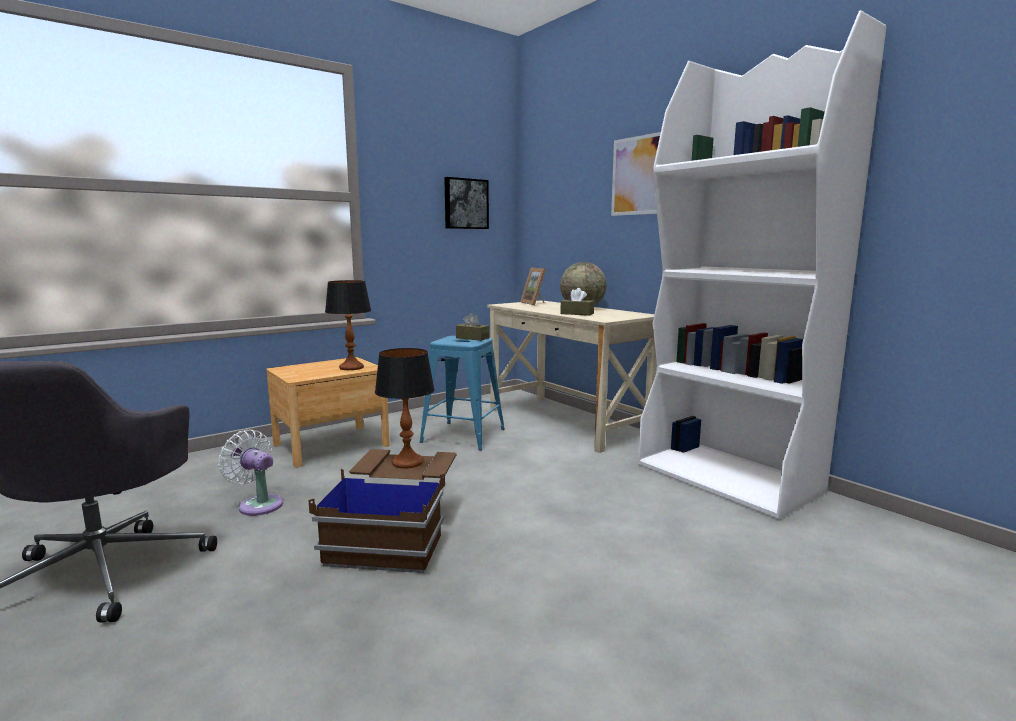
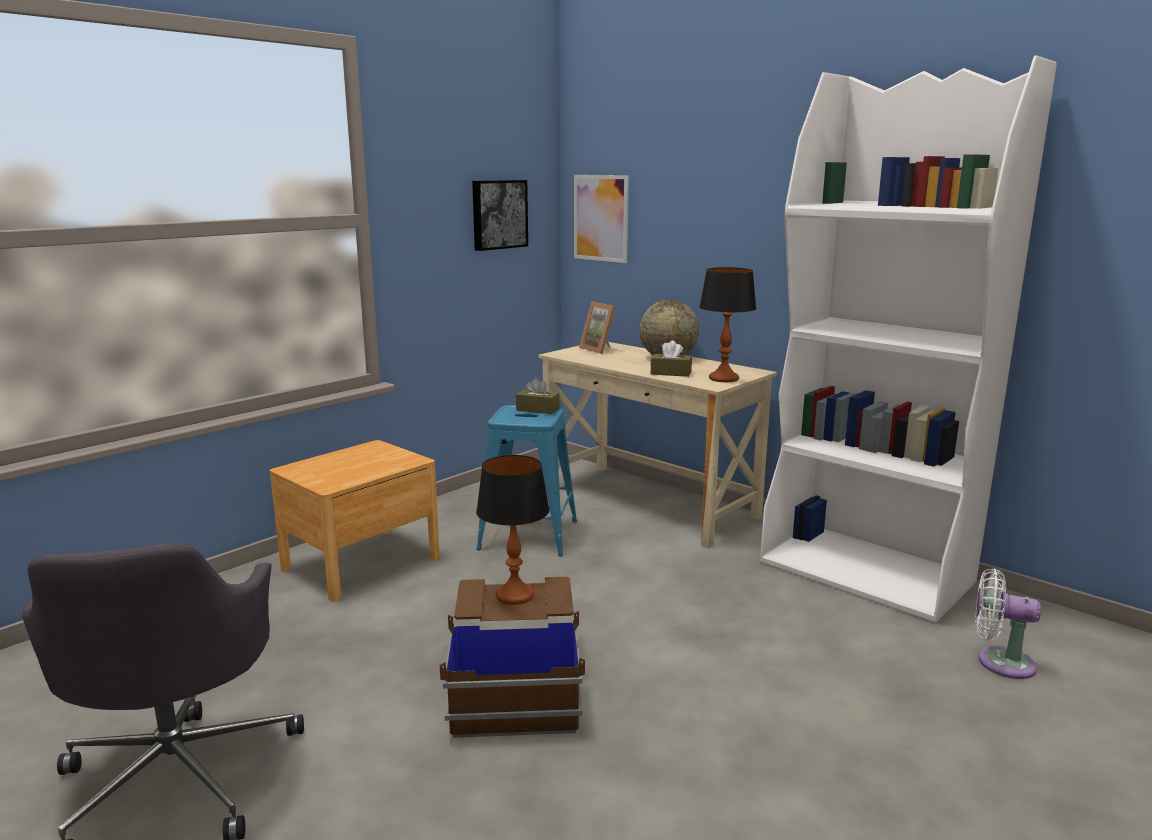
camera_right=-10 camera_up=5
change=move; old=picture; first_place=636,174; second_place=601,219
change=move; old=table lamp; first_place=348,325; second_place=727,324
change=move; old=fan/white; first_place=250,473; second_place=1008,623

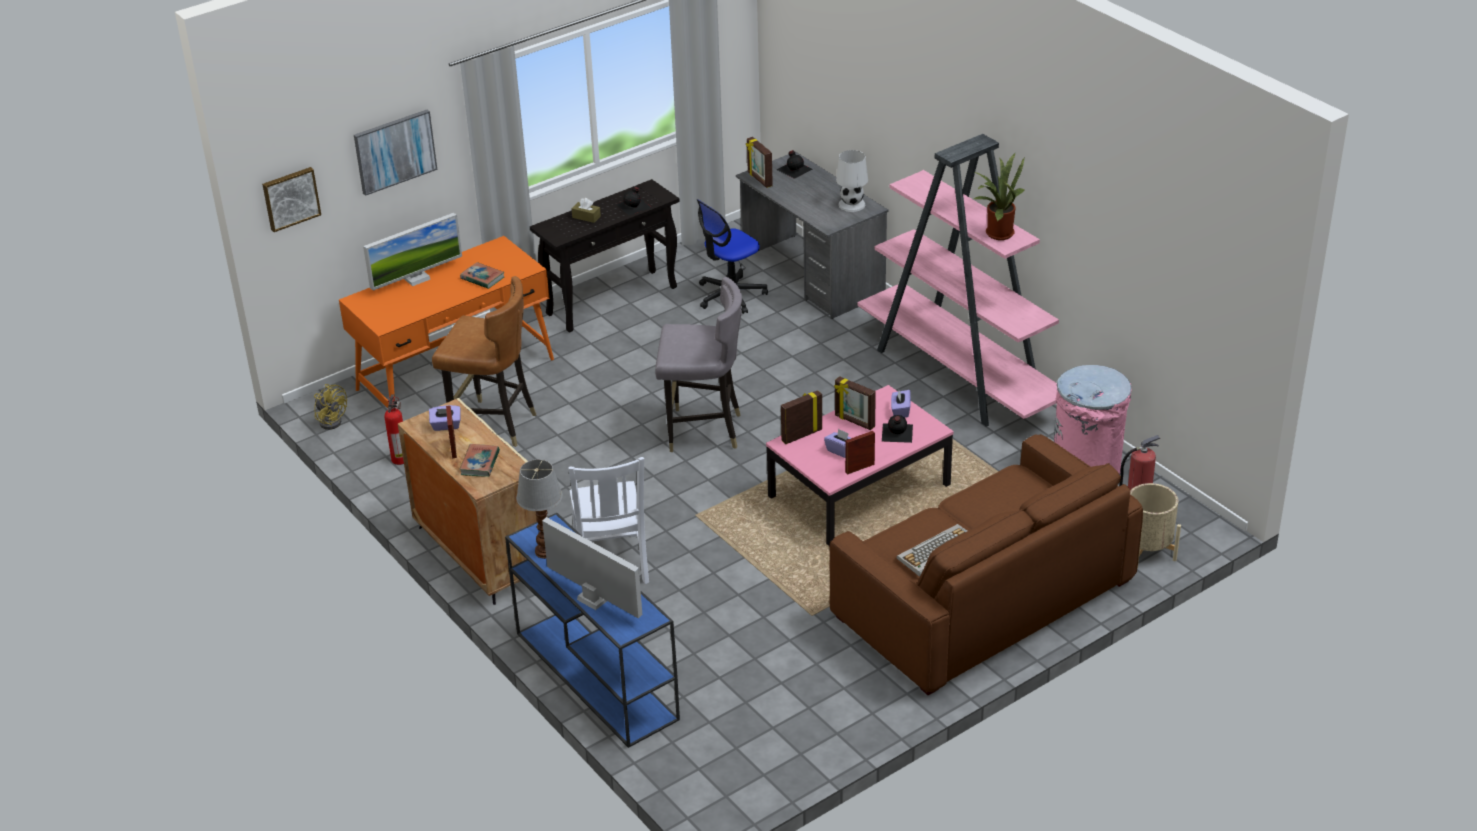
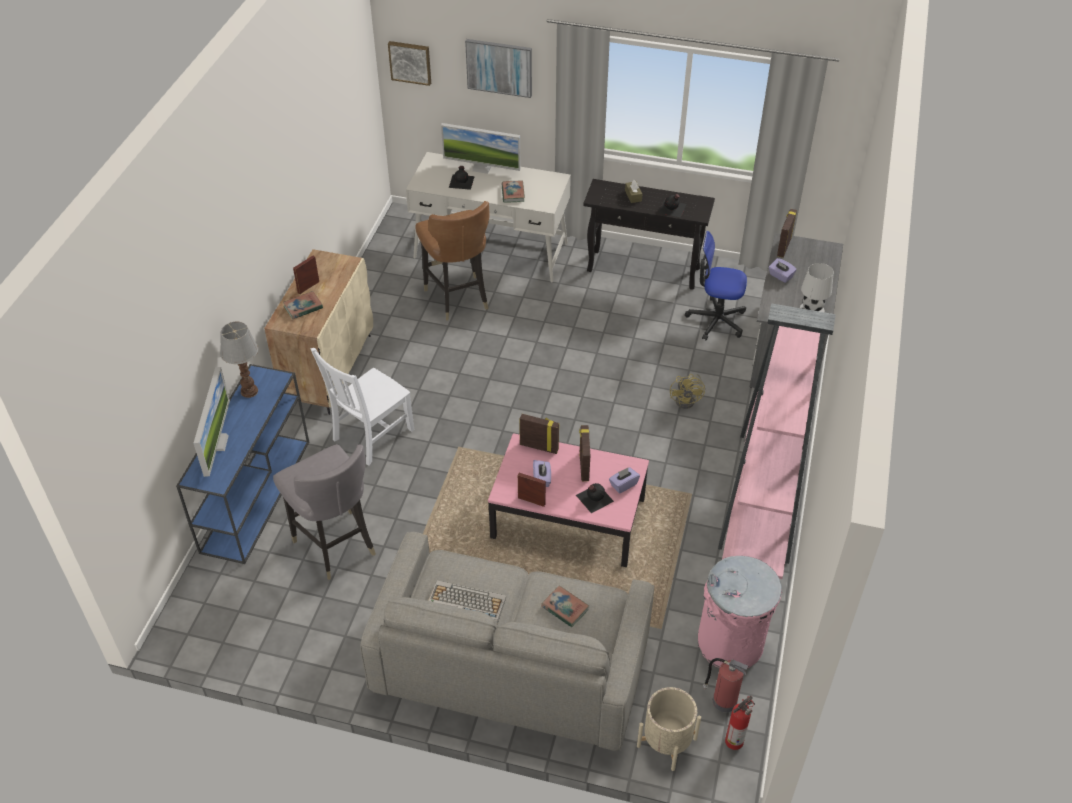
camera_right=50 camera_up=10
change=move; old=chair/grey; first_place=698,364; second_place=324,512
change=recolor; old=sofa/brown; new=sofa/grey; first_place=986,564; second_place=507,641
change=recolor; old=desk/orange; new=desk/white; first_place=446,322; second_place=488,217
change=move; old=bottle/black; first_place=794,164; second_place=462,178
change=insert; new=book; second_place=565,606
change=move; old=fan/yellow; first_place=330,407; second_place=687,391
change=move; old=fire extinguisher; first_place=394,429; second_place=740,723
change=move; old=tissue box/purple; first_place=444,418; second_place=783,270
change=delete; old=potted plant; first_place=999,196

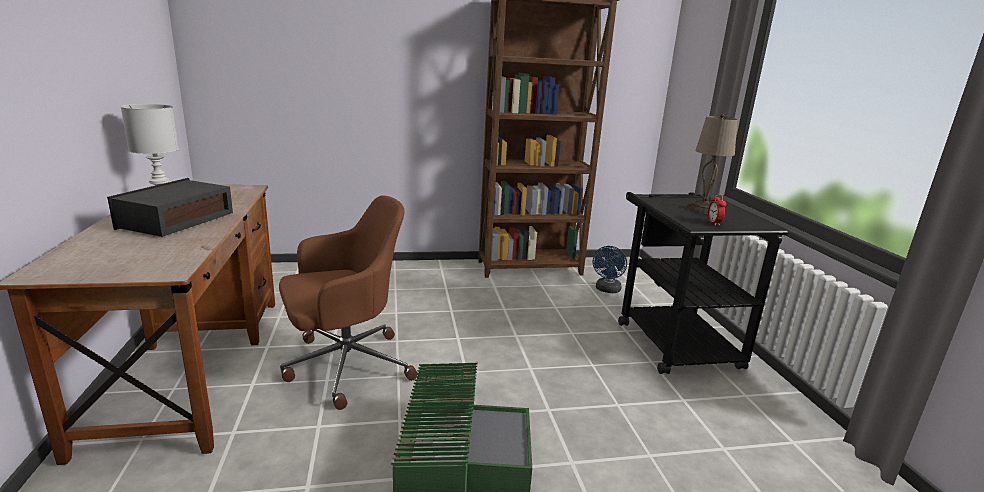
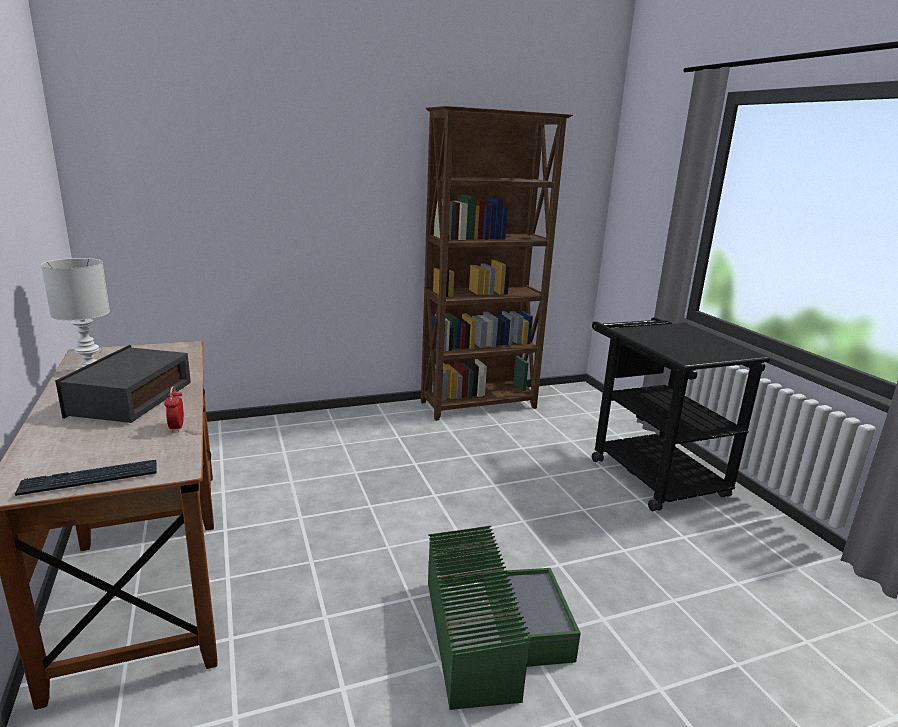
camera_right=-10 camera_up=0
change=insert; new=keyboard; second_place=86,478
change=move; old=alarm clock; first_place=717,209; second_place=174,409
change=delete; old=office chair/brown; first_place=348,302
change=delete; old=fan/blue; first_place=610,269
change=delete; old=table lamp/beige; first_place=711,164

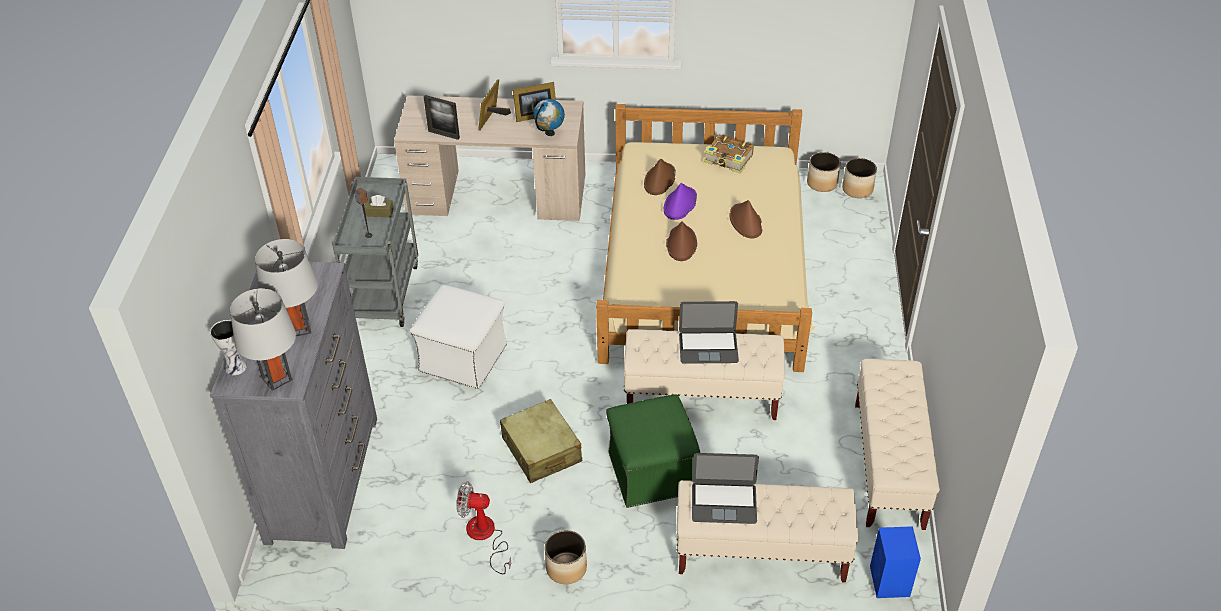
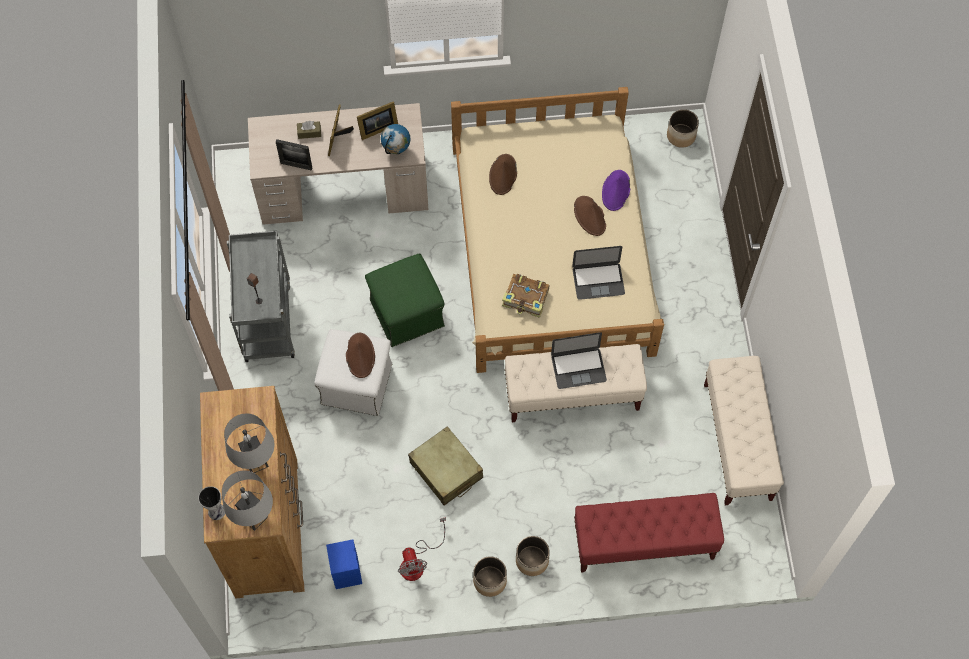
camera_right=-10 camera_up=20
change=recolor; old=dresser/grey; new=dresser/brown; first_place=293,405; second_place=252,492
change=move; old=tissue box/brown; first_place=379,206; second_place=309,130
change=move; old=speaker/blue; first_place=895,562; second_place=344,564
change=move; old=hat/brown; first_place=681,241; second_place=360,355
change=move; old=ottoman/green; first_place=653,451; second_place=405,300
change=rotate; old=fan; first_place=483,527; second_place=422,549; degrees=-105
change=move; old=book; first_place=729,154; second_place=525,296
change=move; old=planter; first_place=824,172; second_place=533,556
change=move; old=laptop; first_place=725,488; second_place=598,273
change=recolor; old=bench/beige; new=bench/red; first_place=767,531; second_place=649,533
change=move; old=hat/purple; first_place=680,201; second_place=616,190

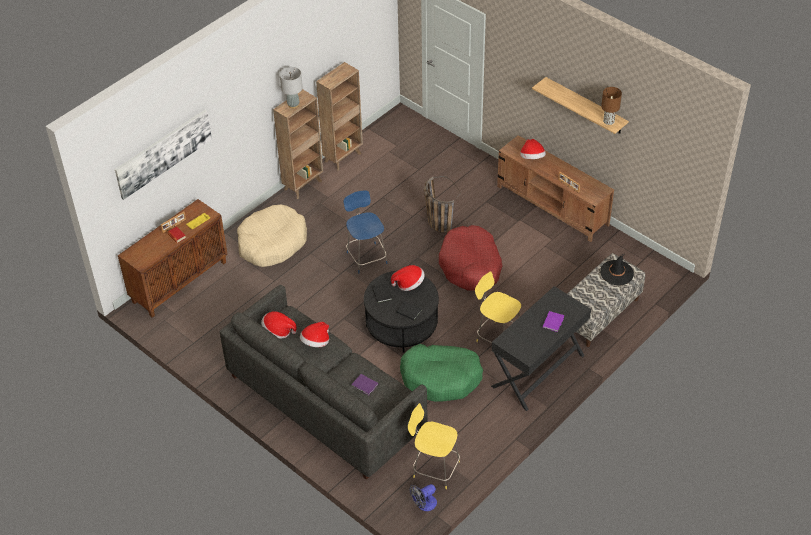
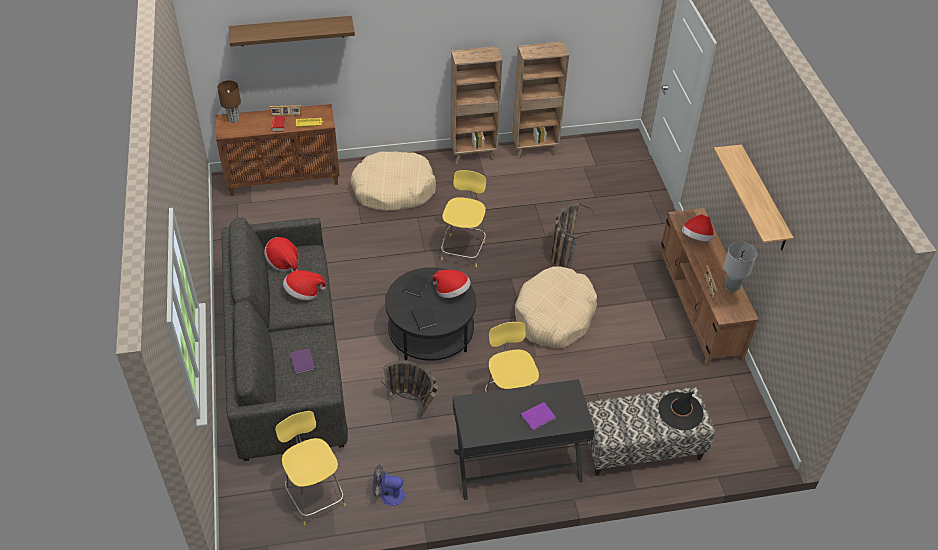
camera_right=35 camera_up=0
change=move; old=table lamp/brown; first_place=611,106; second_place=229,101
change=replace; old=picture; new=shelf; first_place=163,155; second_place=292,31
change=move; old=fan; first_place=423,497; second_place=388,485
change=replace; old=dog bed/green; new=basket; first_place=441,373; second_place=409,389
change=recolor; old=stool/blue; new=stool/yellow; first_place=366,231; second_place=463,218
change=recolor; old=dog bed/red; new=dog bed/beige; first_place=471,257; second_place=556,307
change=move; old=table lamp/grey; first_place=291,88; second_place=740,267

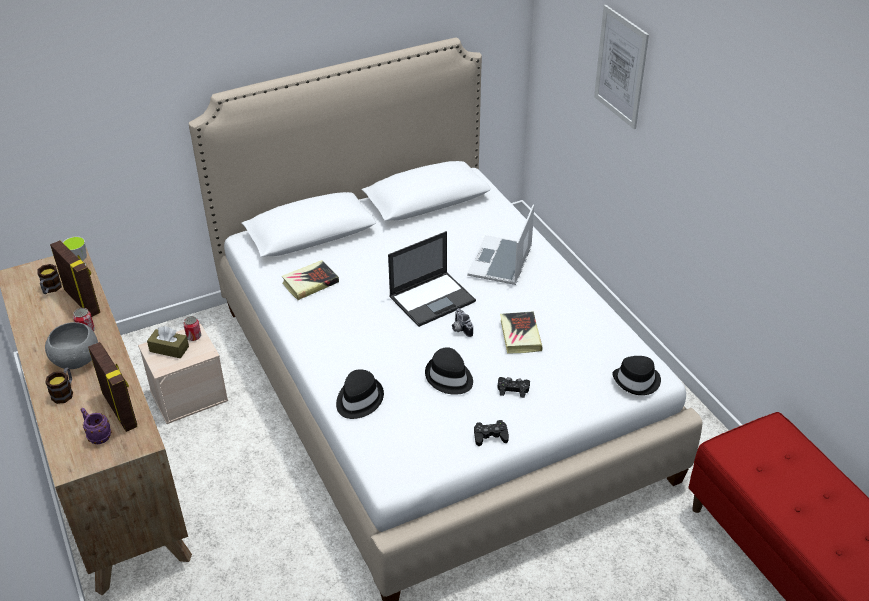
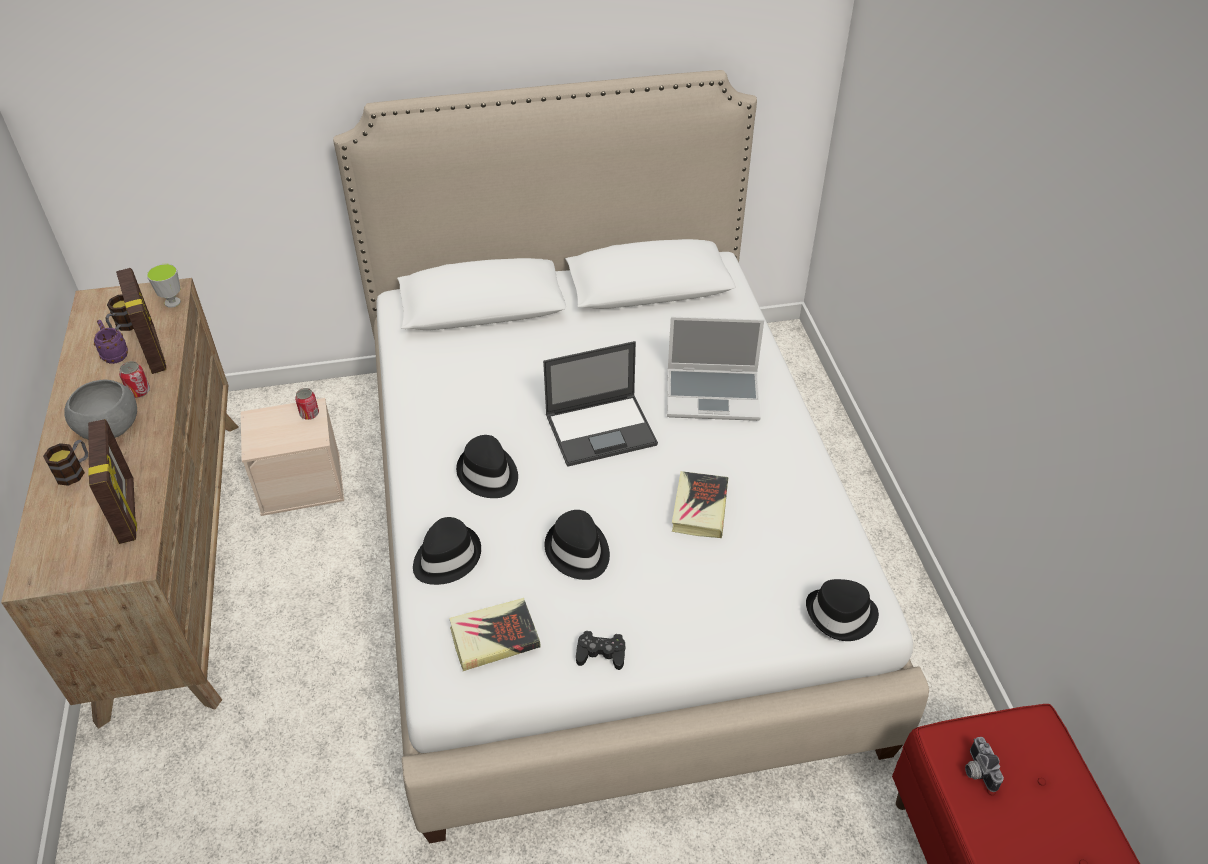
camera_right=15 camera_up=5
change=move; old=mug/purple; first_place=95,426; second_place=111,342
change=move; old=book; first_place=310,280; second_place=494,634
change=insert; new=hat/black; second_place=487,466
change=rotate; old=laptop; first_place=500,244; second_place=715,369; degrees=-120
change=move; old=photo camera; first_place=462,322; second_place=984,764
change=delete; old=tissue box/brown; first_place=168,342
change=delete; old=game controller/black; first_place=513,387
change=delete; old=picture; first_place=621,67

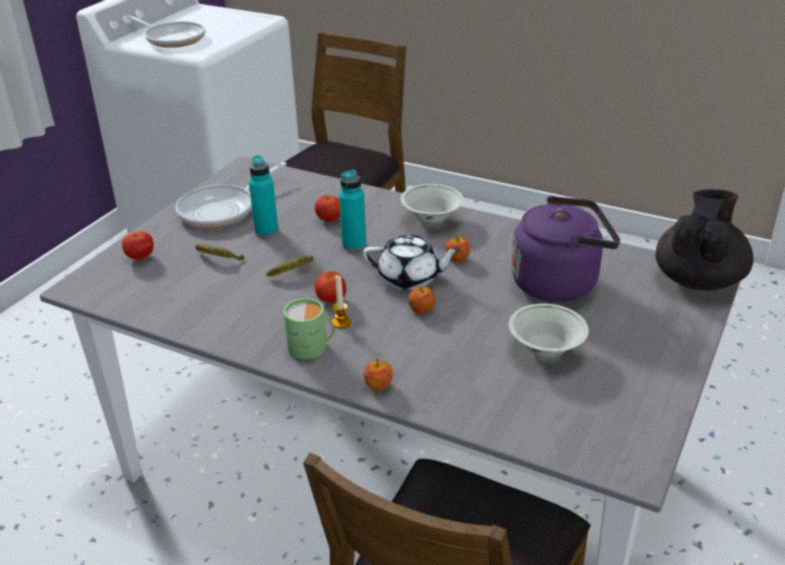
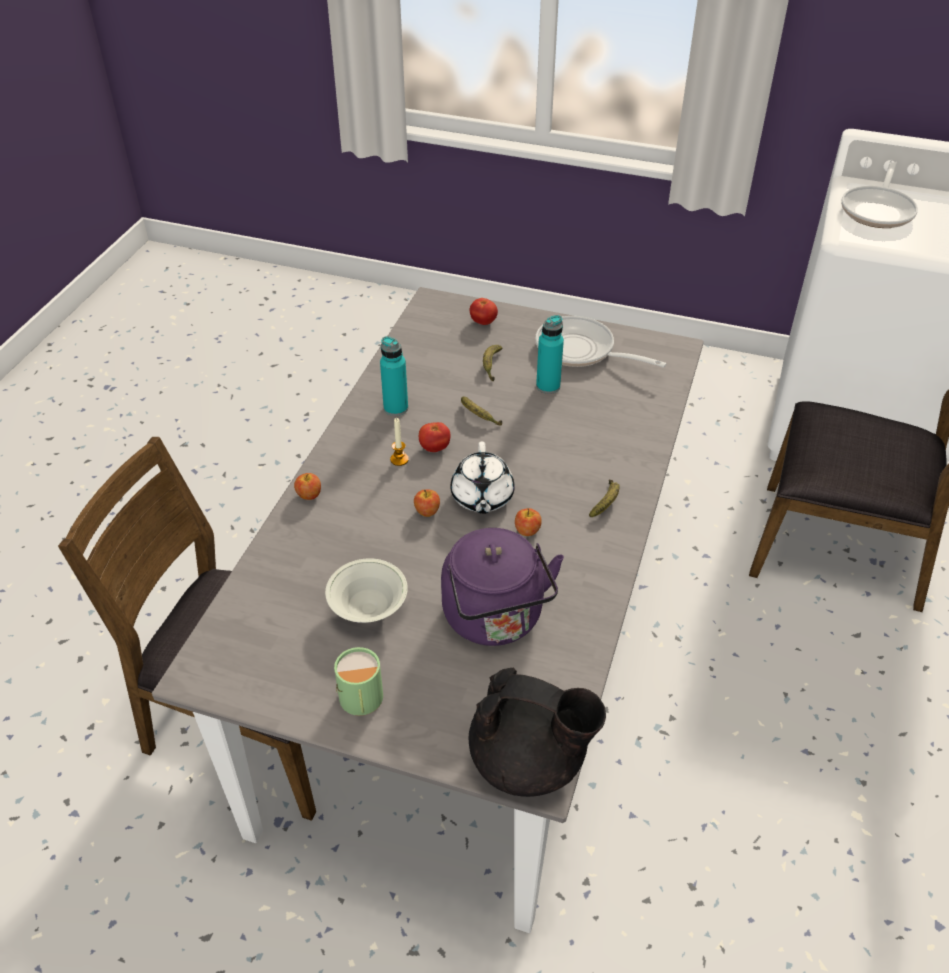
camera_right=80 camera_up=10
change=move; old=mug/green; first_place=309,328; second_place=358,681
change=move; old=bottle/turquoise; first_place=352,210; second_place=394,376
change=replace; old=bowl/white; new=banana; first_place=432,204; second_place=604,498
change=delete; old=tomato; first_place=327,208

